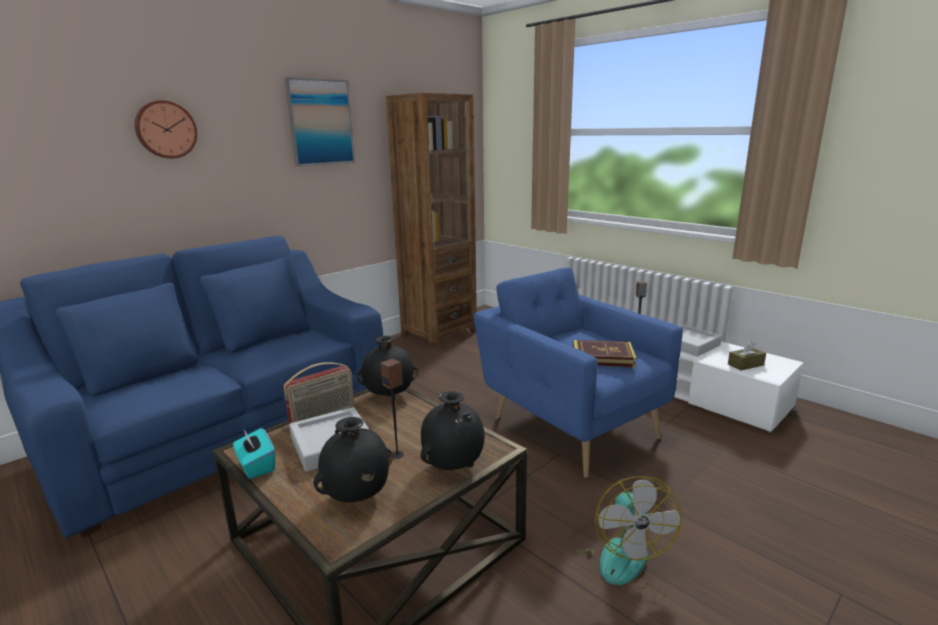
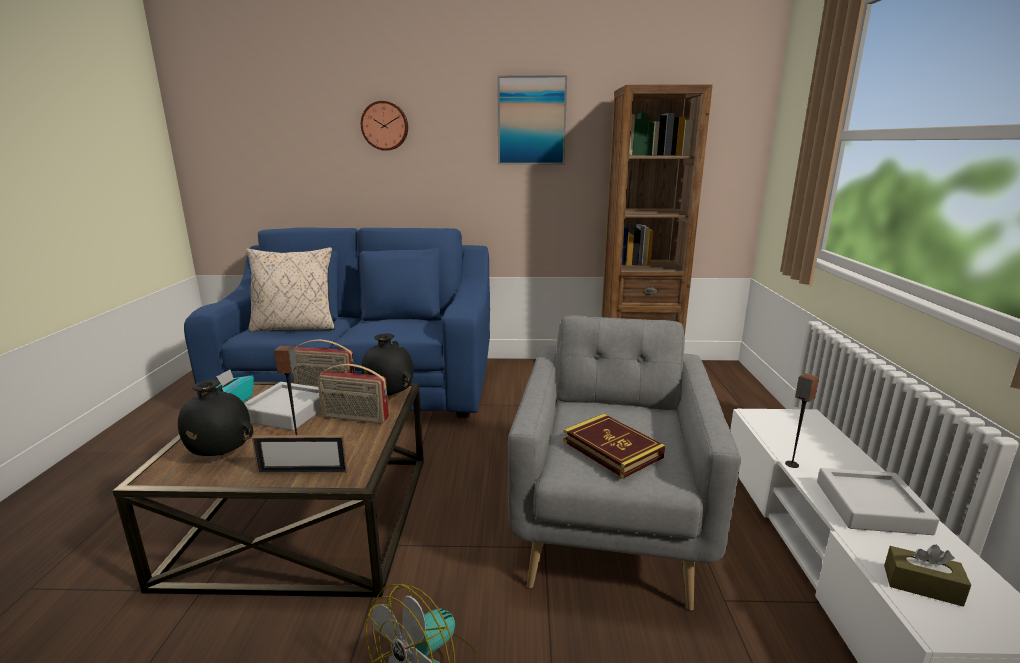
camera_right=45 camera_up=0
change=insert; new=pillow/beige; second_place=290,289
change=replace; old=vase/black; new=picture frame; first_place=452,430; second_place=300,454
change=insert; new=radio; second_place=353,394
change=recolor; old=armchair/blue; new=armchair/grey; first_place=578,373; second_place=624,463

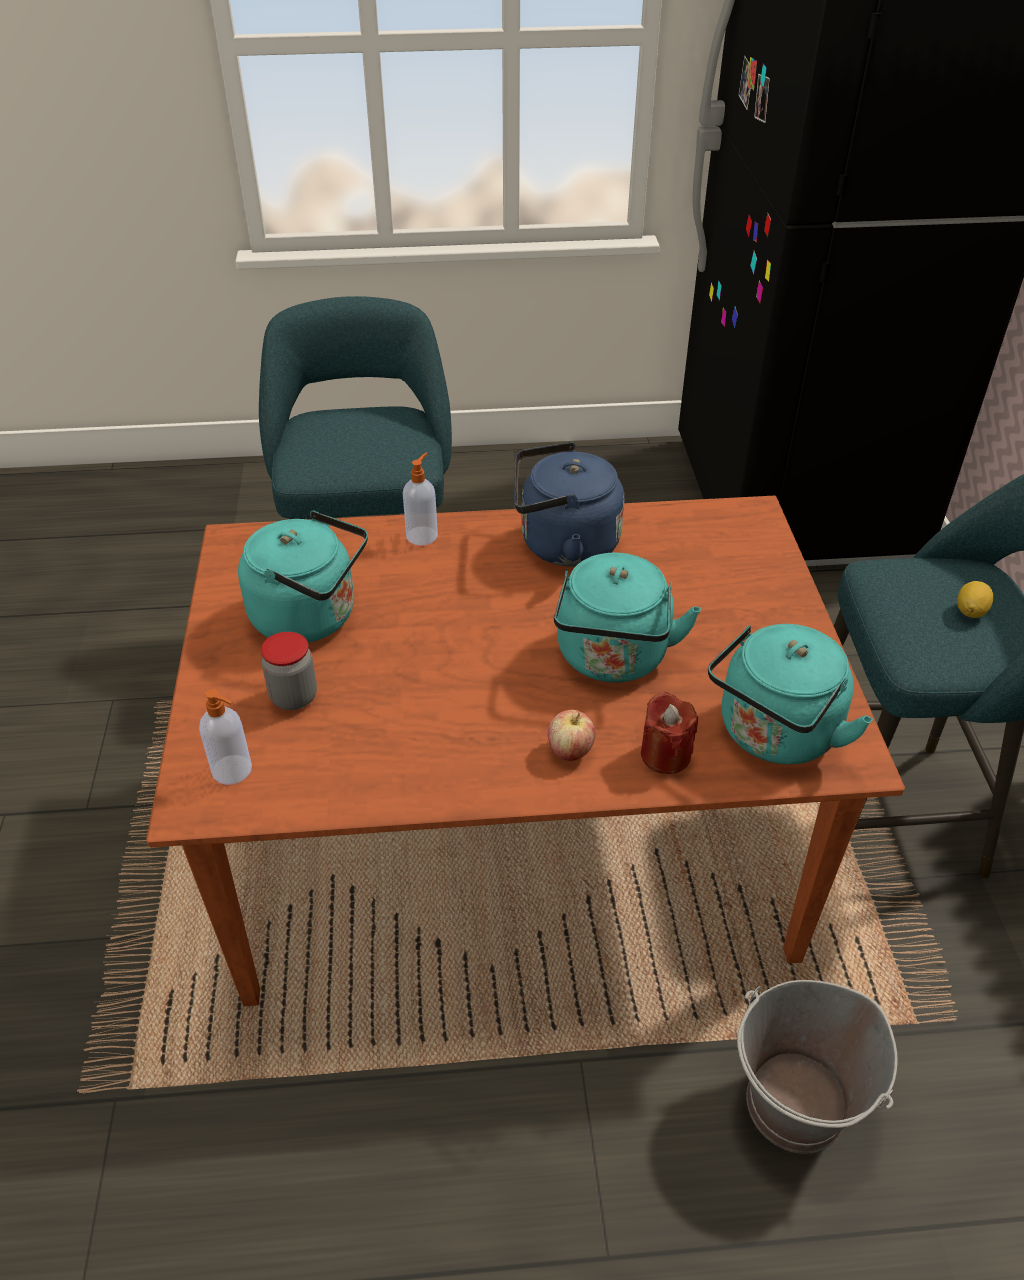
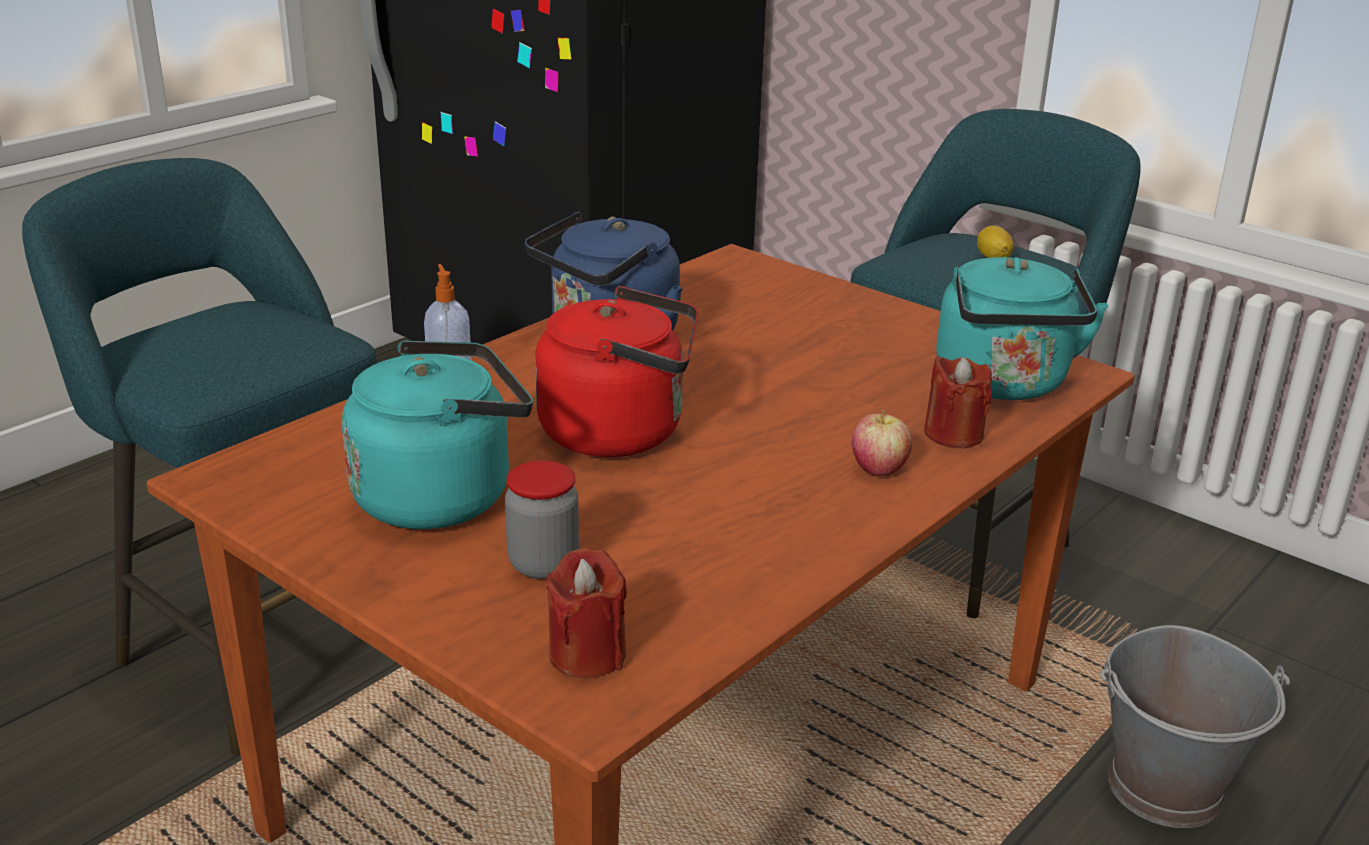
camera_right=-45 camera_up=-15
change=insert; new=kettle/red; second_place=616,371
change=replace; old=soap dispenser; new=candle/red; first_place=225,737; second_place=586,613
change=delete; old=kettle/turquoise; first_place=627,617

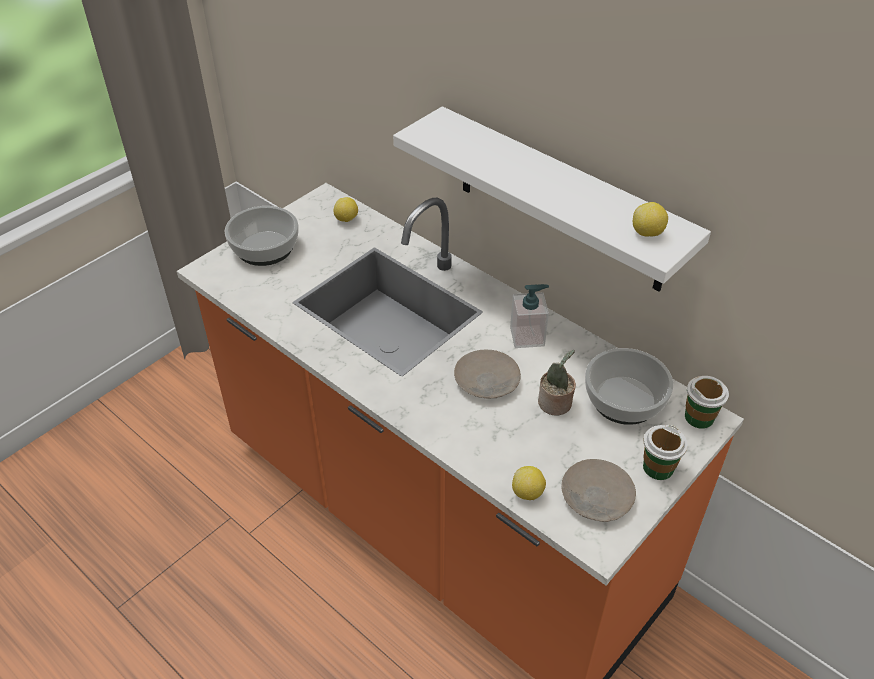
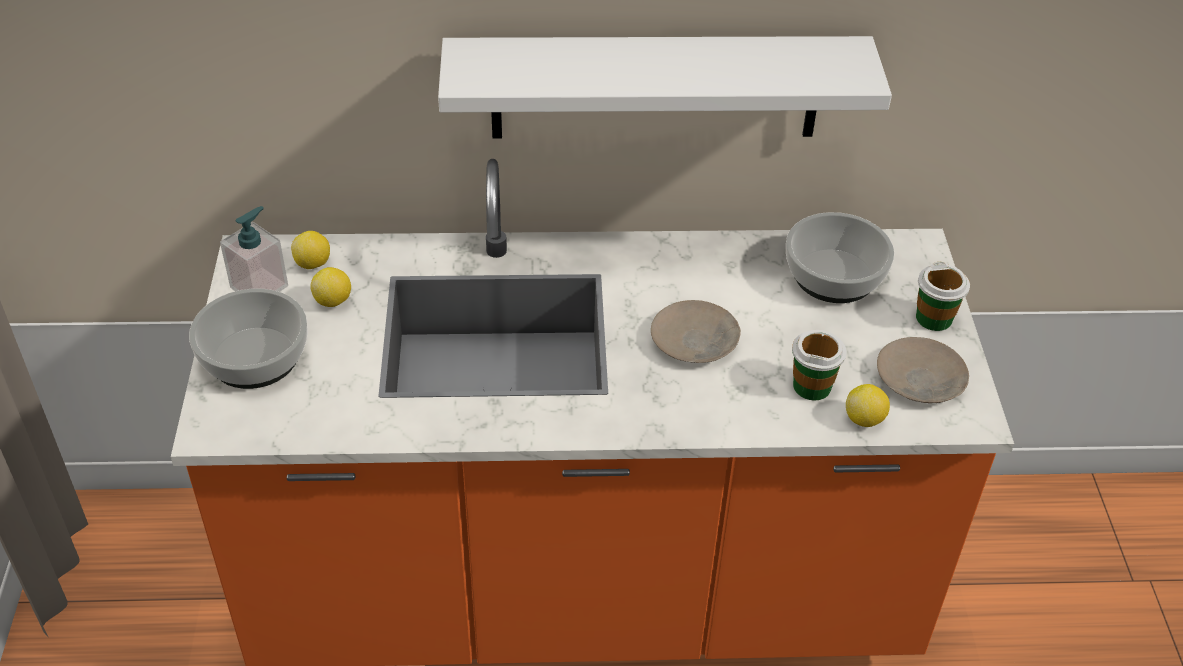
camera_right=-45 camera_up=0
change=move; old=soap dispenser; first_place=529,316; second_place=254,249
change=move; old=lemon; first_place=650,219; second_place=330,287
change=move; old=cup; first_place=707,402; second_place=819,365
change=delete; old=potted plant; first_place=557,382

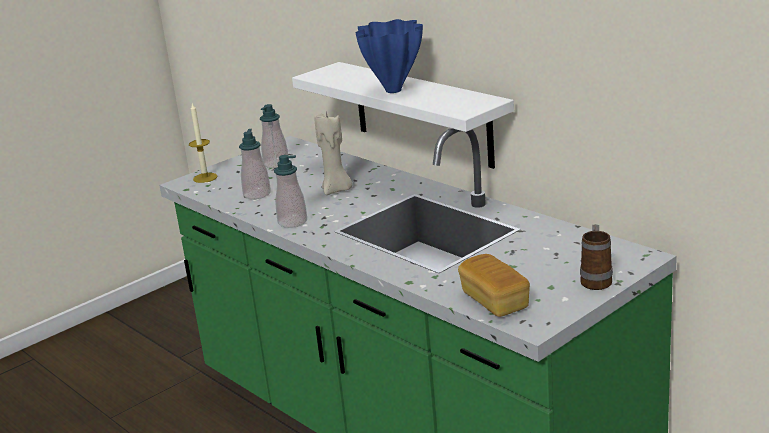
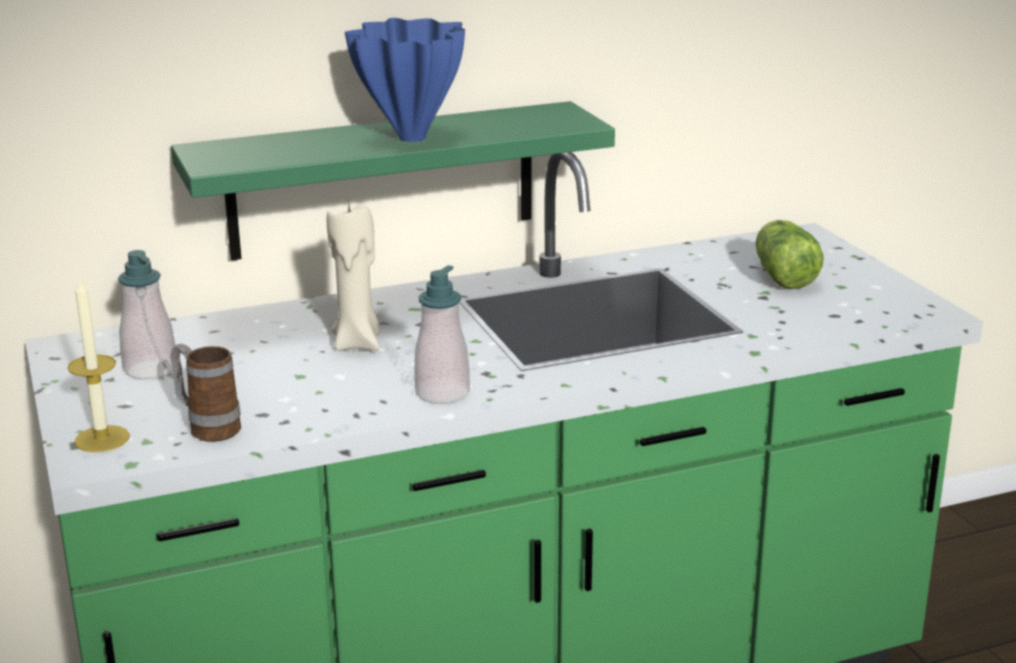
camera_right=-70 camera_up=0
change=move; old=mug; first_place=596,257; second_place=205,393
change=recolor; old=shelf/white; new=shelf/green; first_place=403,115; second_place=393,180
change=insert; new=lettuce; second_place=790,254
change=delete; old=soap dispenser; first_place=255,164
change=delete; old=bread; first_place=494,285

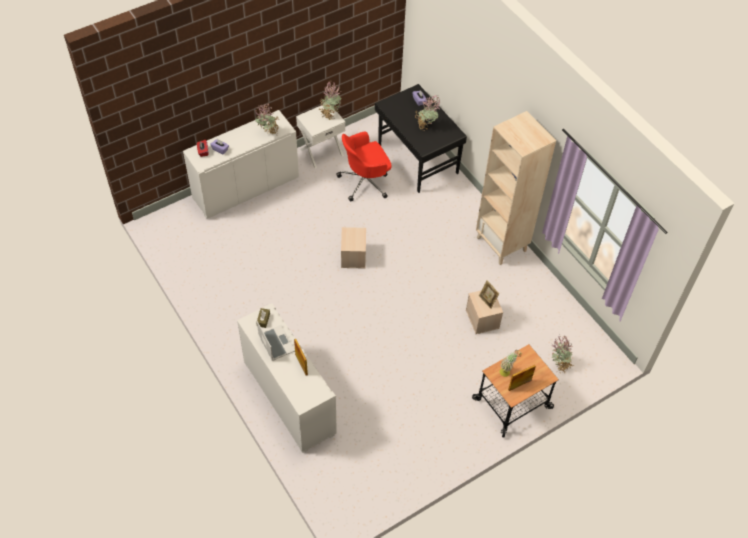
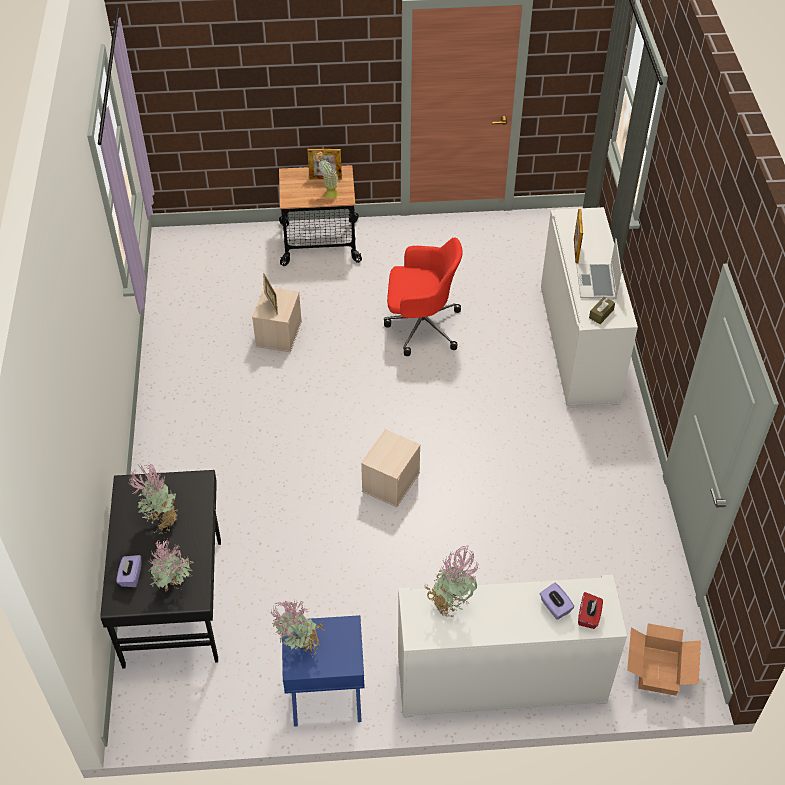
camera_right=-150 camera_up=-5
change=move; old=potted plant; first_place=562,354; second_place=170,565
change=recolor; old=nightstand/white; new=nightstand/blue; first_place=320,137; second_place=323,671
change=move; old=office chair/red; first_place=364,166; second_place=423,297
change=insert; new=cardboard box; second_place=664,659
change=delete; old=bookcase/beige; first_place=516,188

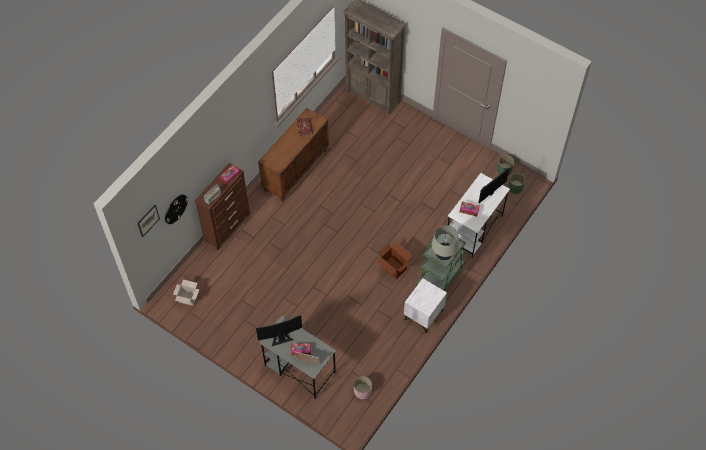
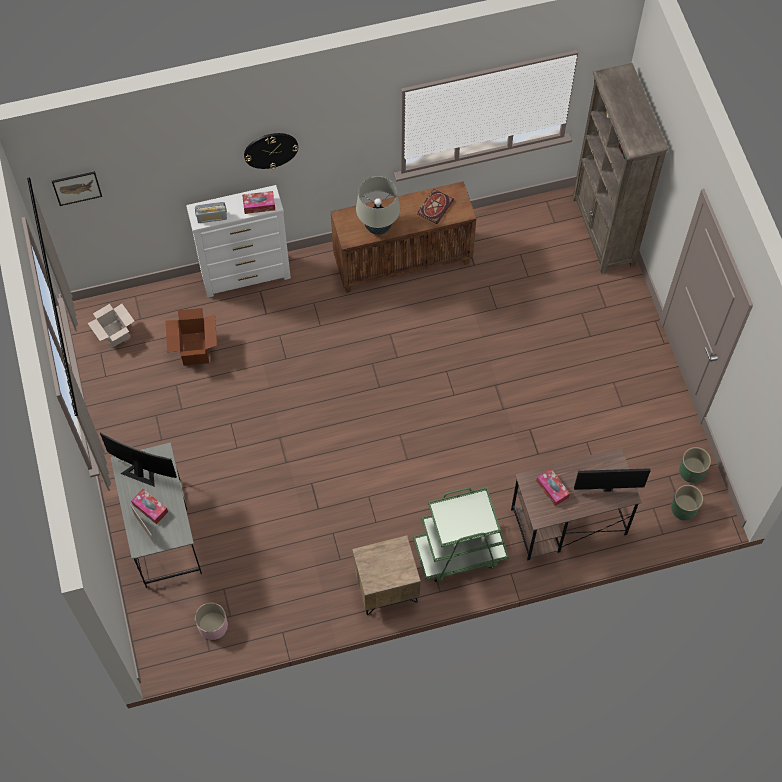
camera_right=40 camera_up=5
change=move; old=cardboard box; first_place=394,260; second_place=191,337
change=recolor; old=dresser/brown; new=dresser/white; first_place=222,206; second_place=238,241
change=move; old=wall clock; first_place=176,209; second_place=271,151
change=recolor; old=nightstand/white; new=nightstand/brown; first_place=425,305; second_place=386,575
change=move; old=table lamp/beige; first_place=445,242; second_place=378,205
change=recolor; old=desk/white; new=desk/brown; first_place=479,215; second_place=576,504

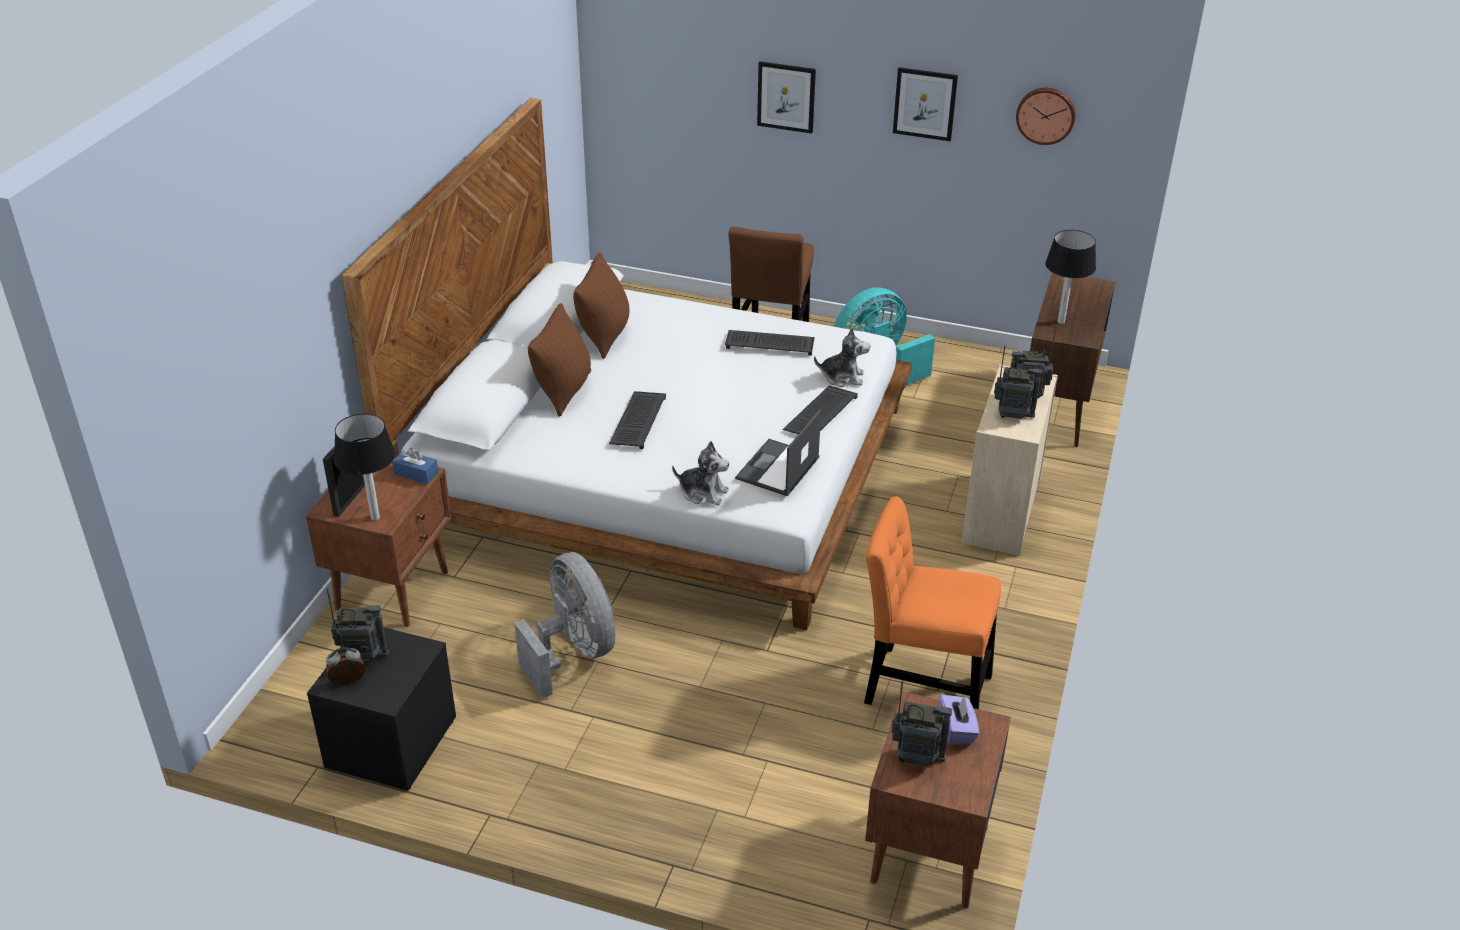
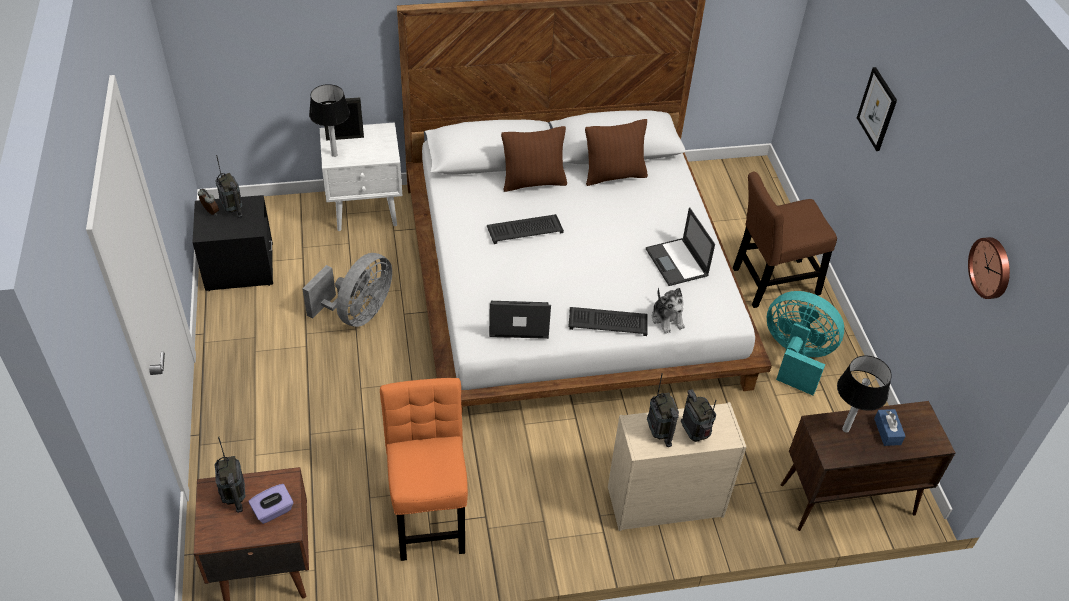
camera_right=60 camera_up=10
change=recolor; old=nightstand/brown; new=nightstand/white; first_place=379,542; second_place=361,177
change=replace; old=keyboard; new=laptop; first_place=769,343; second_place=680,246
change=move; old=tissue box/blue; first_place=415,466; second_place=890,427
change=delete; old=plush toy; first_place=700,473
change=delete; old=picture; first_place=925,104

